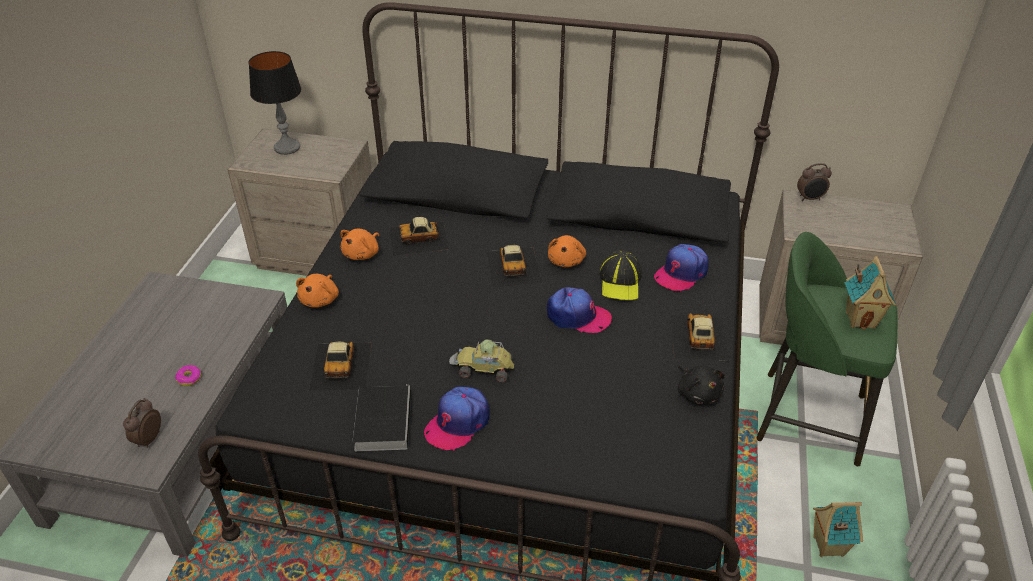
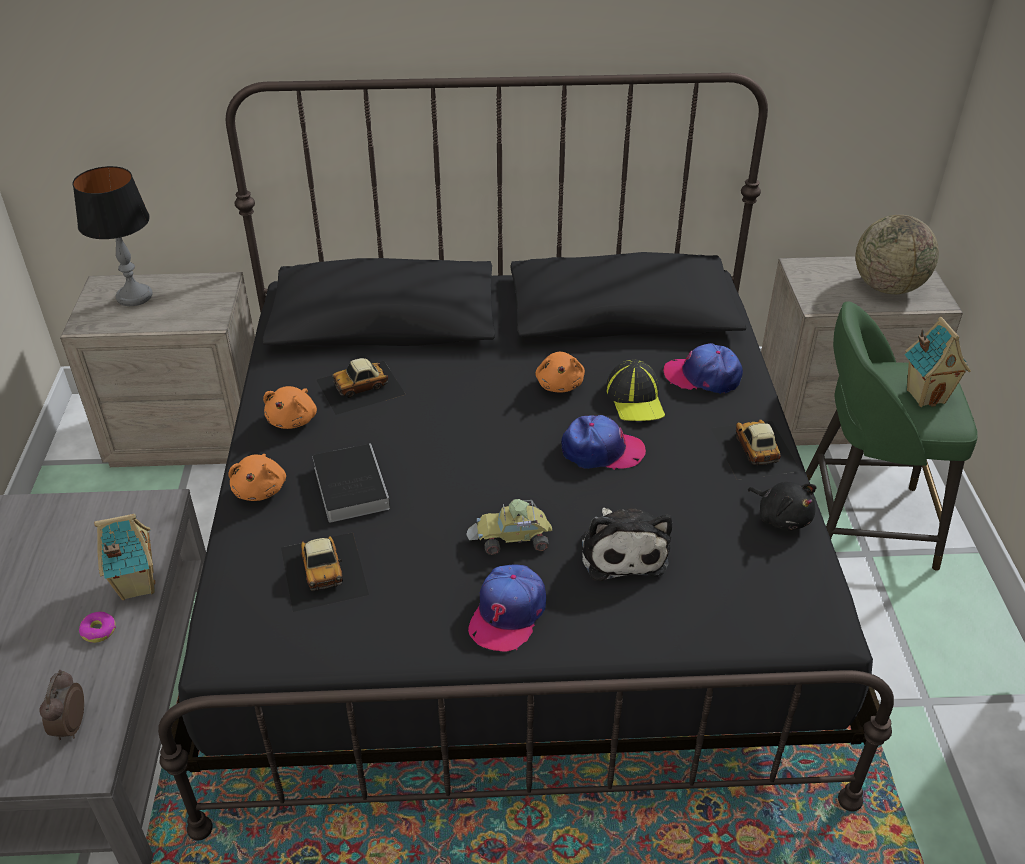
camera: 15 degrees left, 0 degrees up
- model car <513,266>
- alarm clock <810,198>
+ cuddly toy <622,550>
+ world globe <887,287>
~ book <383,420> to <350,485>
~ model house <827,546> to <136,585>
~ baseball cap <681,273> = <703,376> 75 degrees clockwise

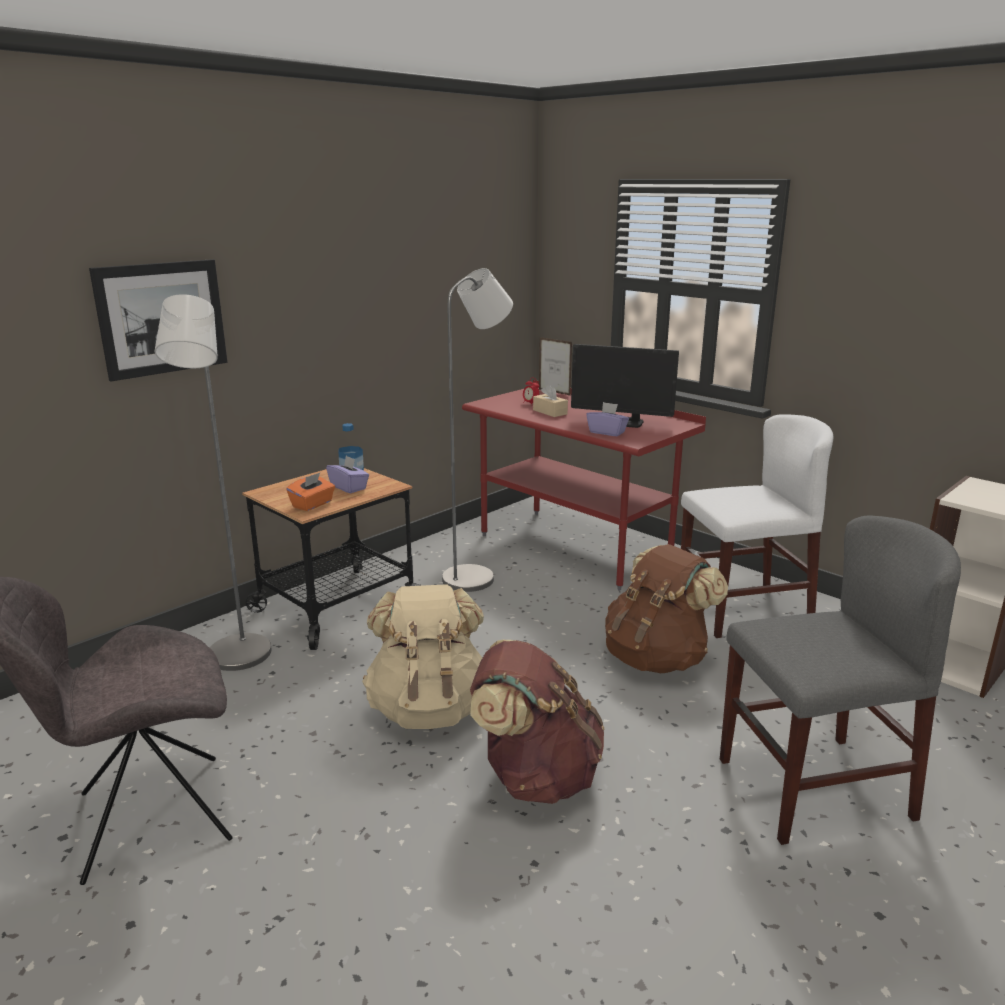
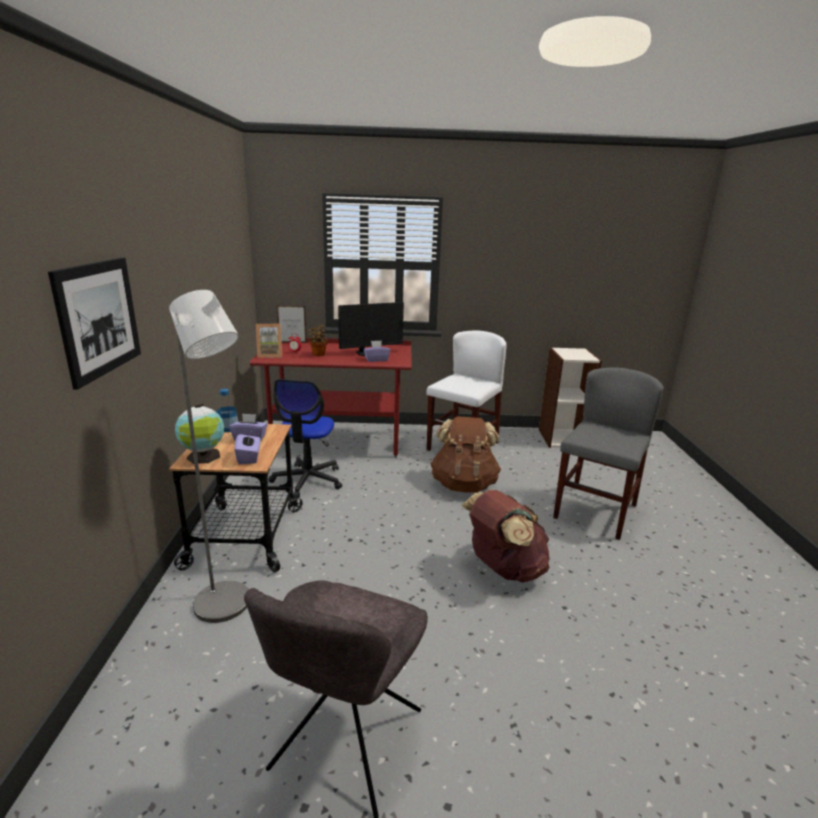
camera: 45 degrees left, 0 degrees up
- rucksack/beige <429,708>
+ world globe <204,457>
+ standing frame <270,355>
~ standard lamp/grey <476,576> to office chair <308,480>
~ tissue box/beige <550,412> to potted plant <318,355>
~ tissue box/orange <312,504> to tissue box/purple-coloured <249,457>

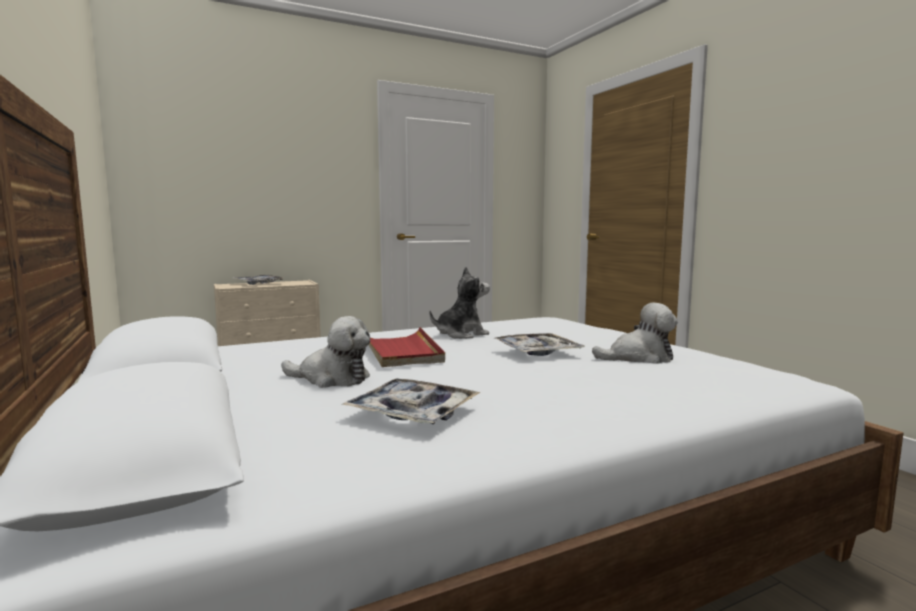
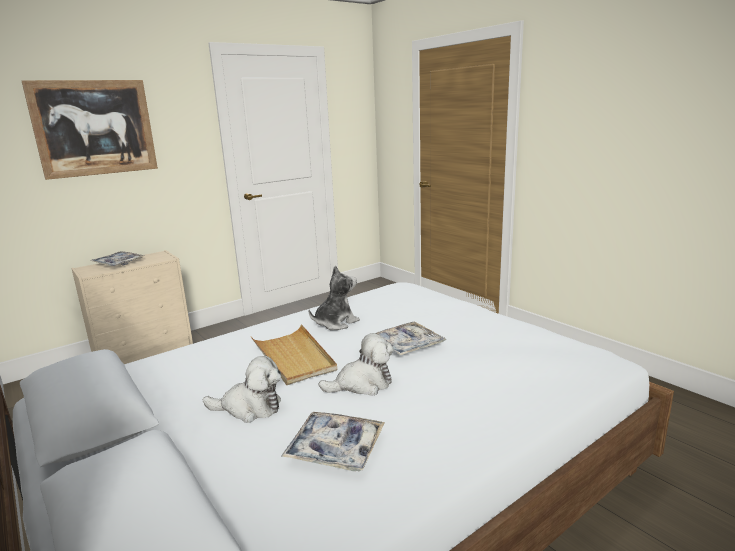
camera: 10 degrees left, 10 degrees up
+ wall picture <94,128>
~ cuddly toy <639,358> to <362,384>
~ serving tray/red-coloured <401,351> to serving tray/beige <293,357>

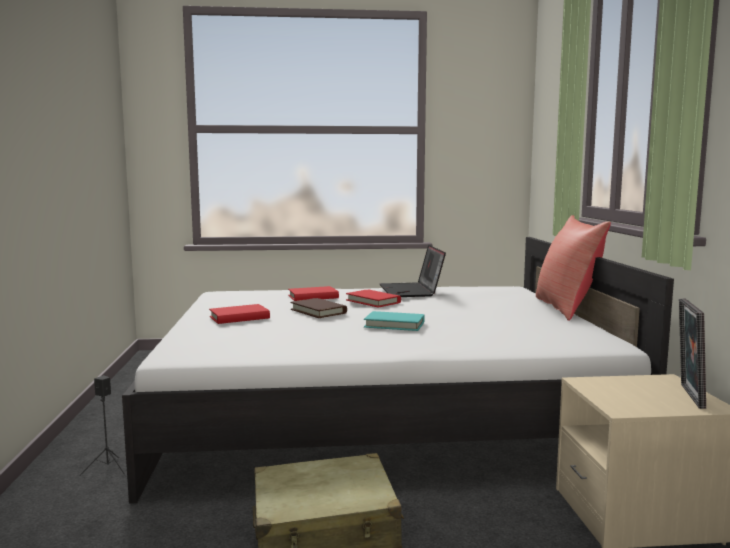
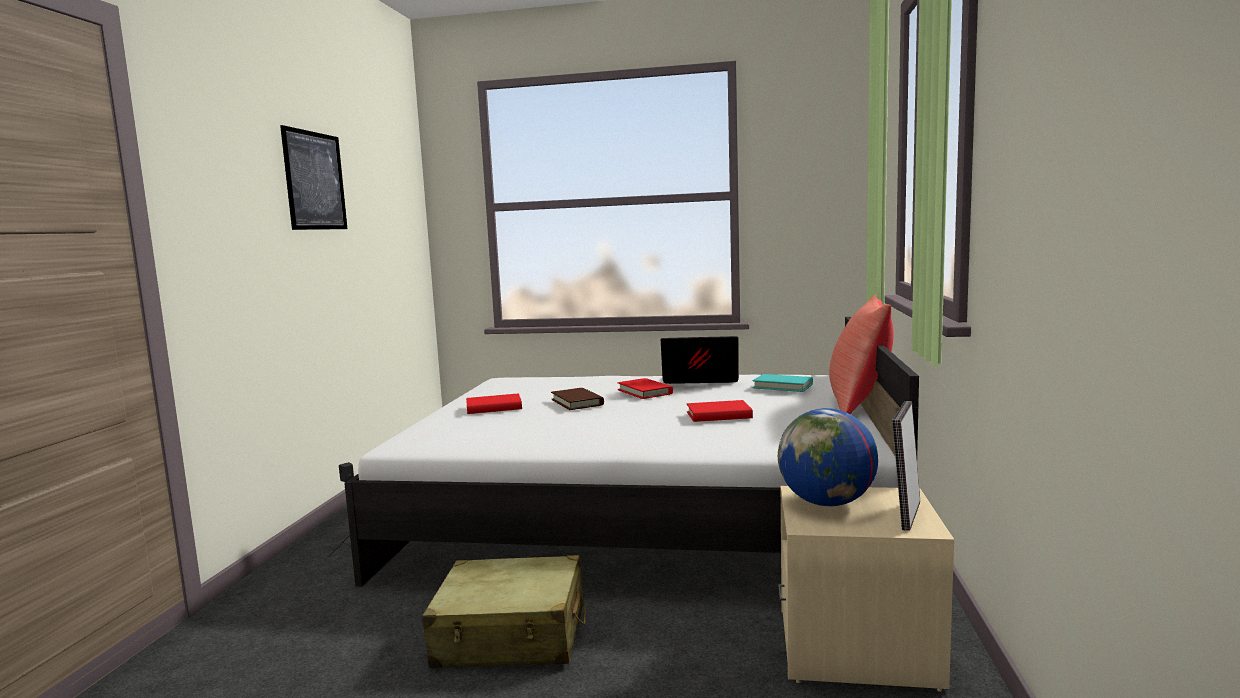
camera: 15 degrees right, 0 degrees up
+ wall picture <315,181>
+ world globe <827,503>
~ book/red-coloured <313,297> to <719,415>
~ book/turquoise <394,324> to <782,386>
~ portable computer <411,291> = <699,380> 90 degrees clockwise

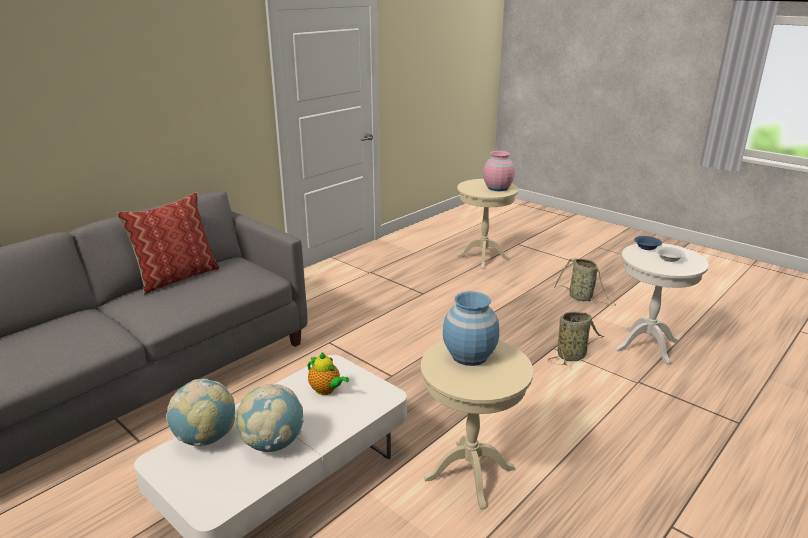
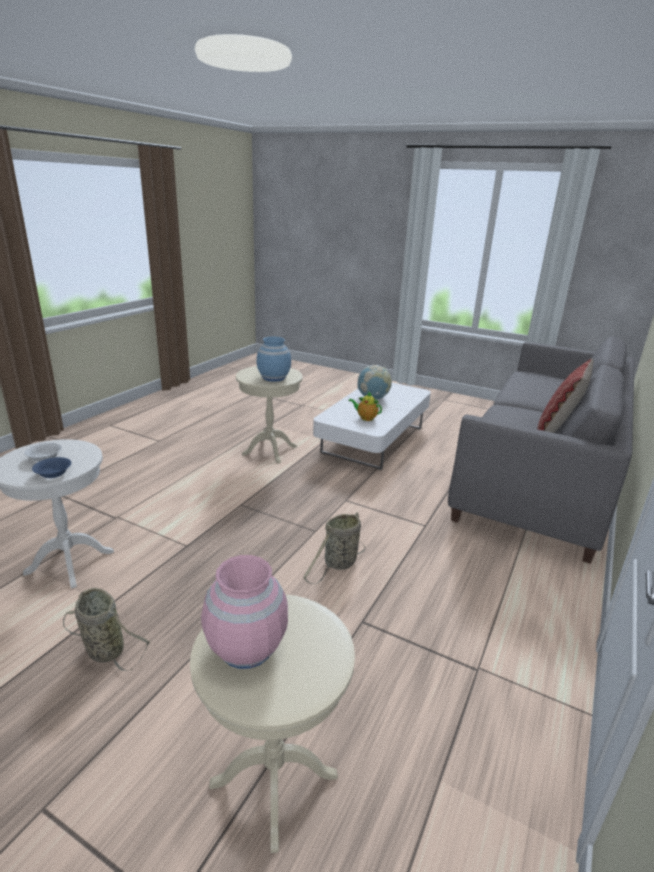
camera: 165 degrees right, 0 degrees up
- world globe <205,438>
~ storage basket <572,355> to <338,564>

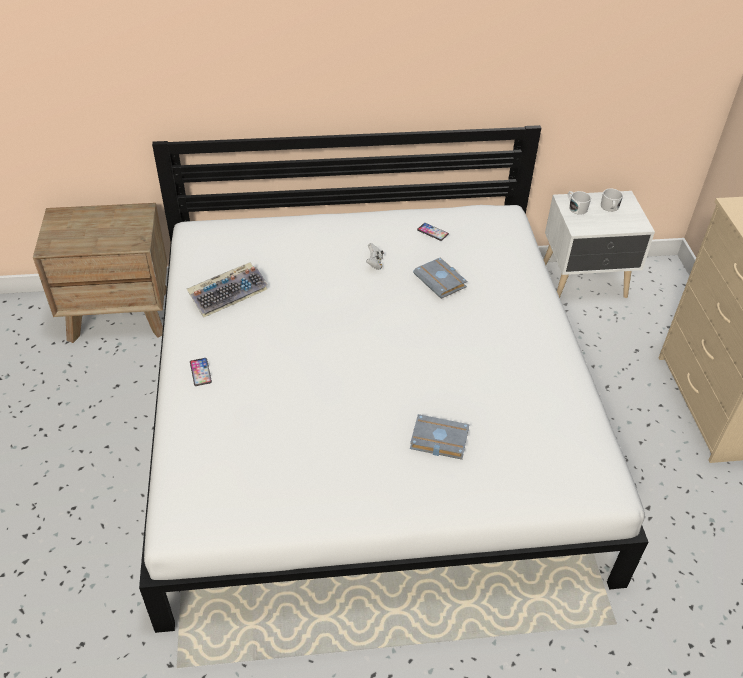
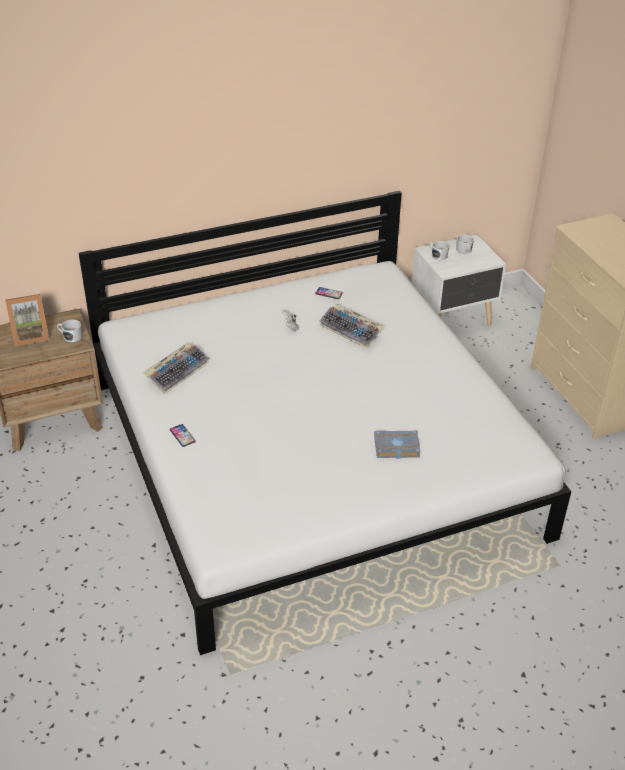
camera: 15 degrees left, 5 degrees down
+ standing frame <30,336>
+ coffee mug/white-coloured <70,336>
~ book/grey <441,281> to computer keyboard <352,330>

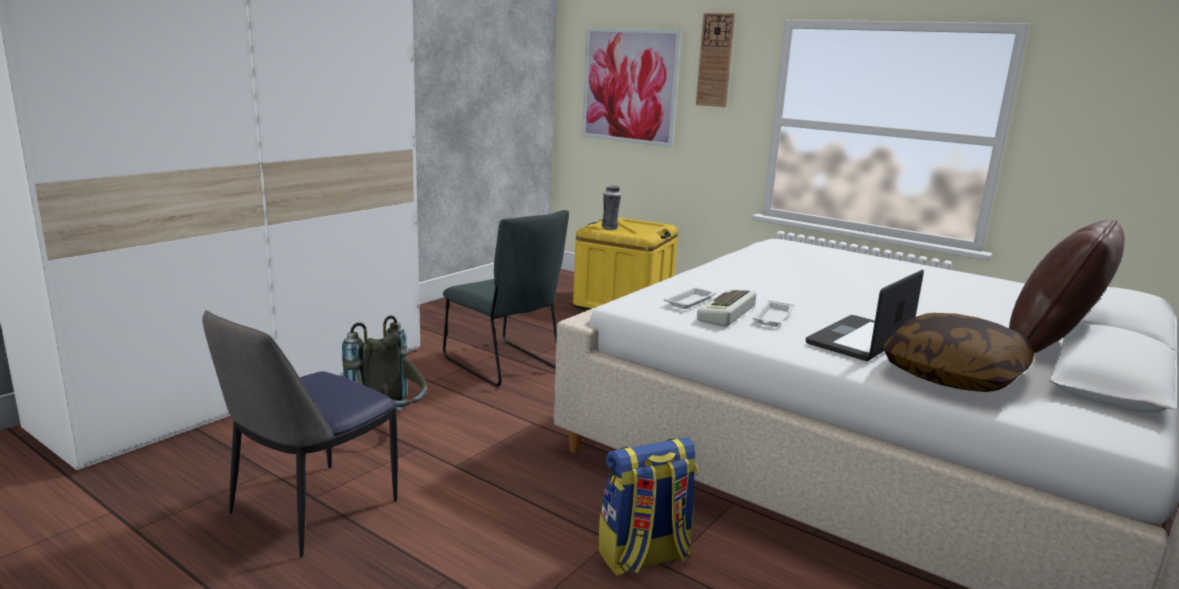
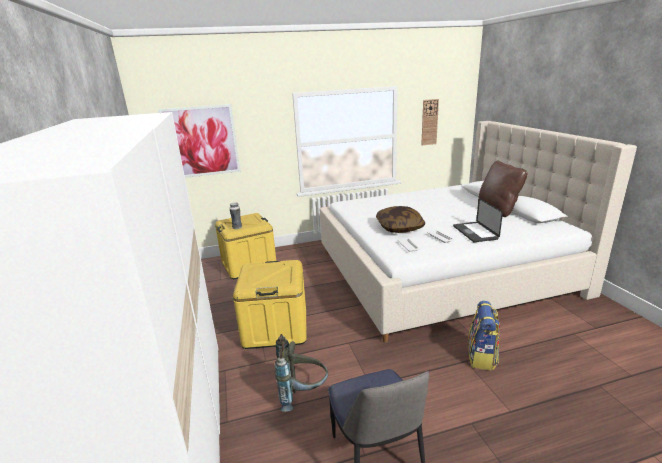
camera: 50 degrees left, 5 degrees up
- computer keyboard <728,314>
~ hanging clock <715,60> to <429,122>
~ pillow <953,375> to <399,227>
~ chair/grey <505,365> to storage bin/yellow-coloured <275,328>

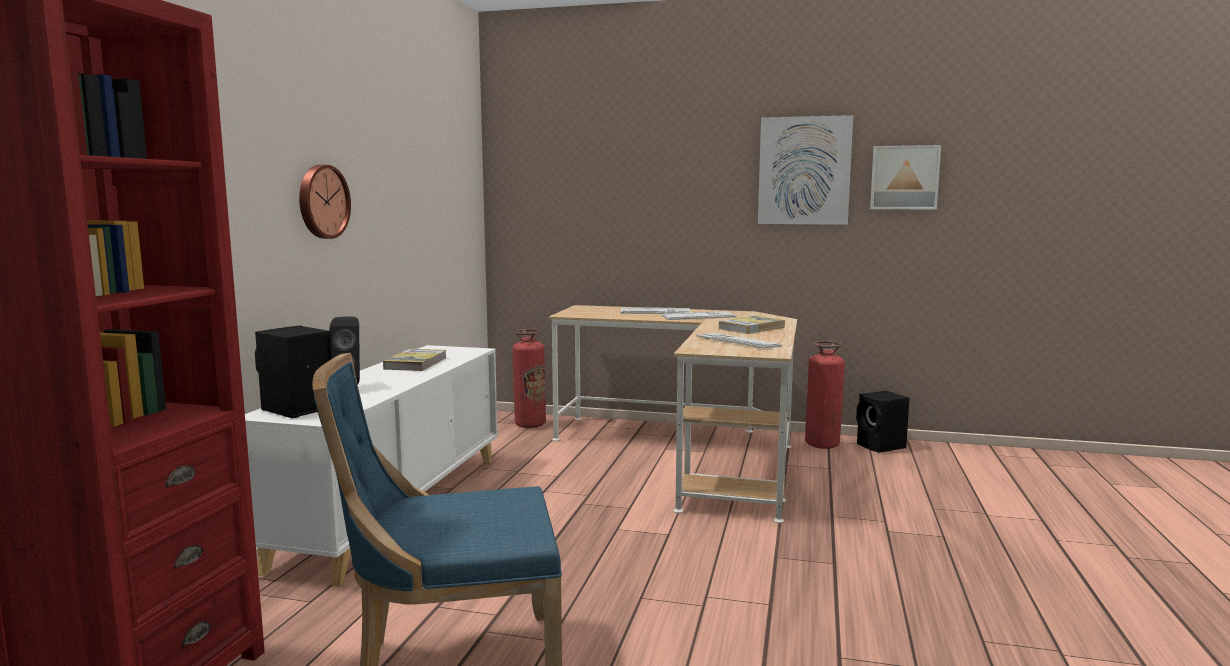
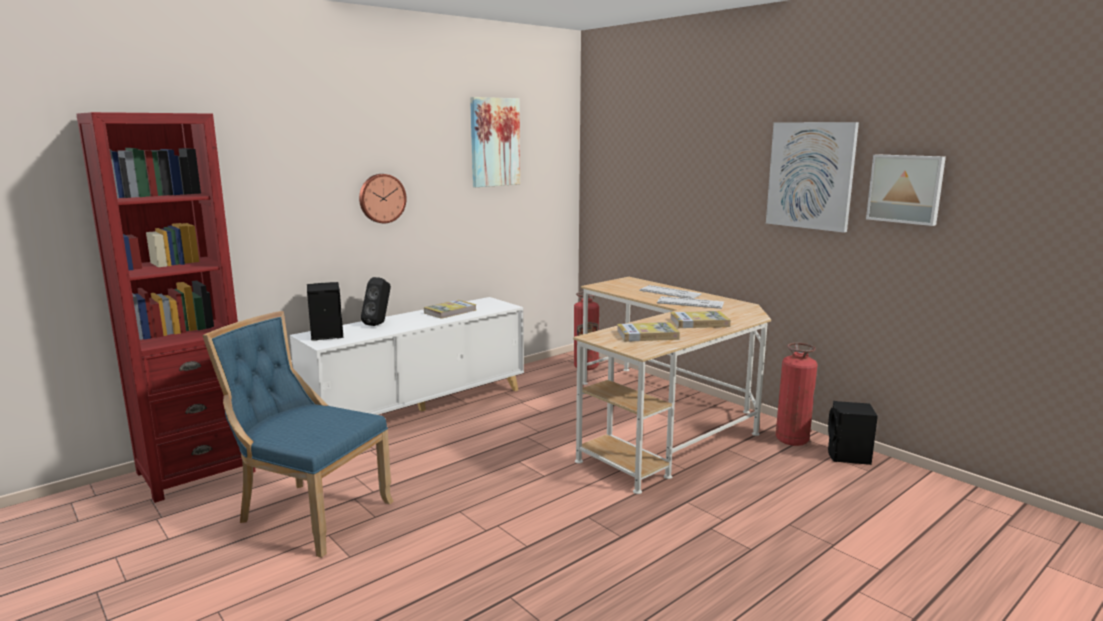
camera: 35 degrees right, 5 degrees up
+ wall picture <494,142>
~ computer keyboard <737,342> to book <647,335>

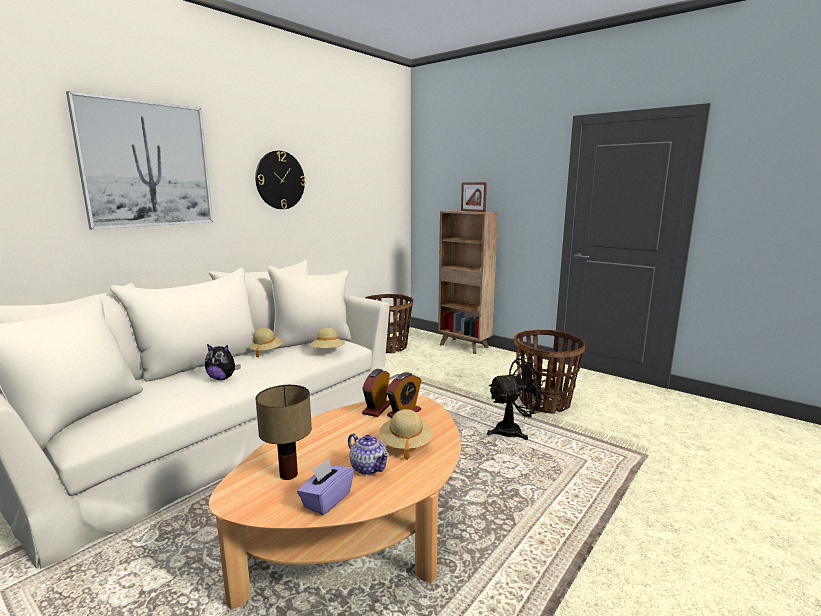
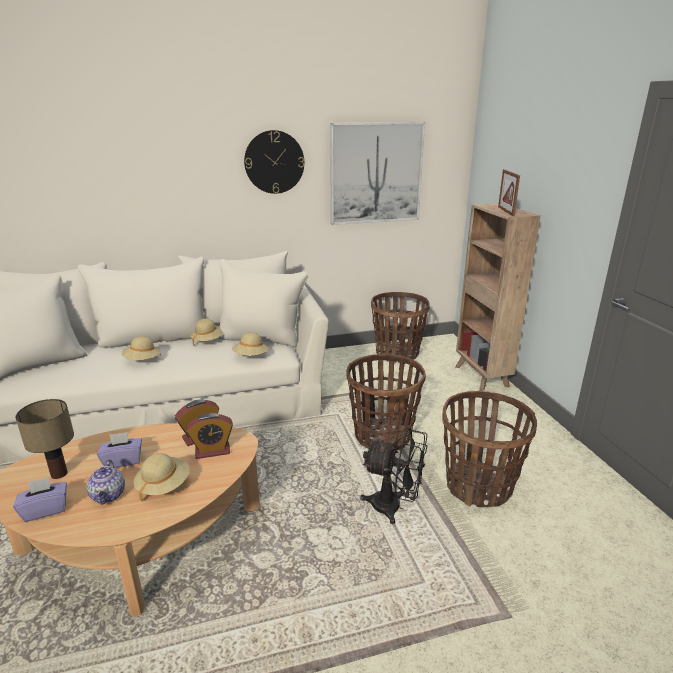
camera: 35 degrees right, 10 degrees up
+ tissue box/purple-coloured <123,460>
+ storage basket <382,436>
~ wall picture <147,165> to <376,173>
~ cuddly toy <222,378> to hat/beige <142,361>

